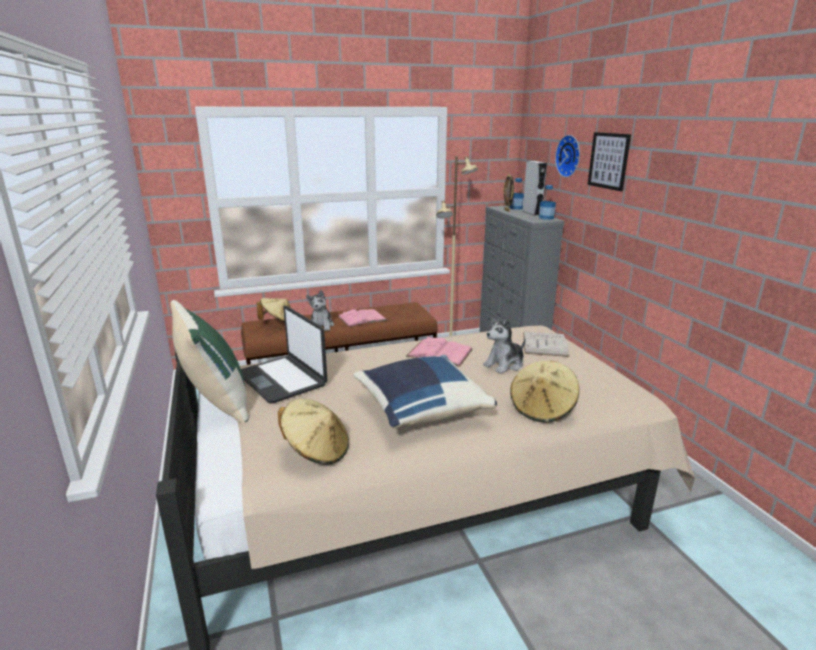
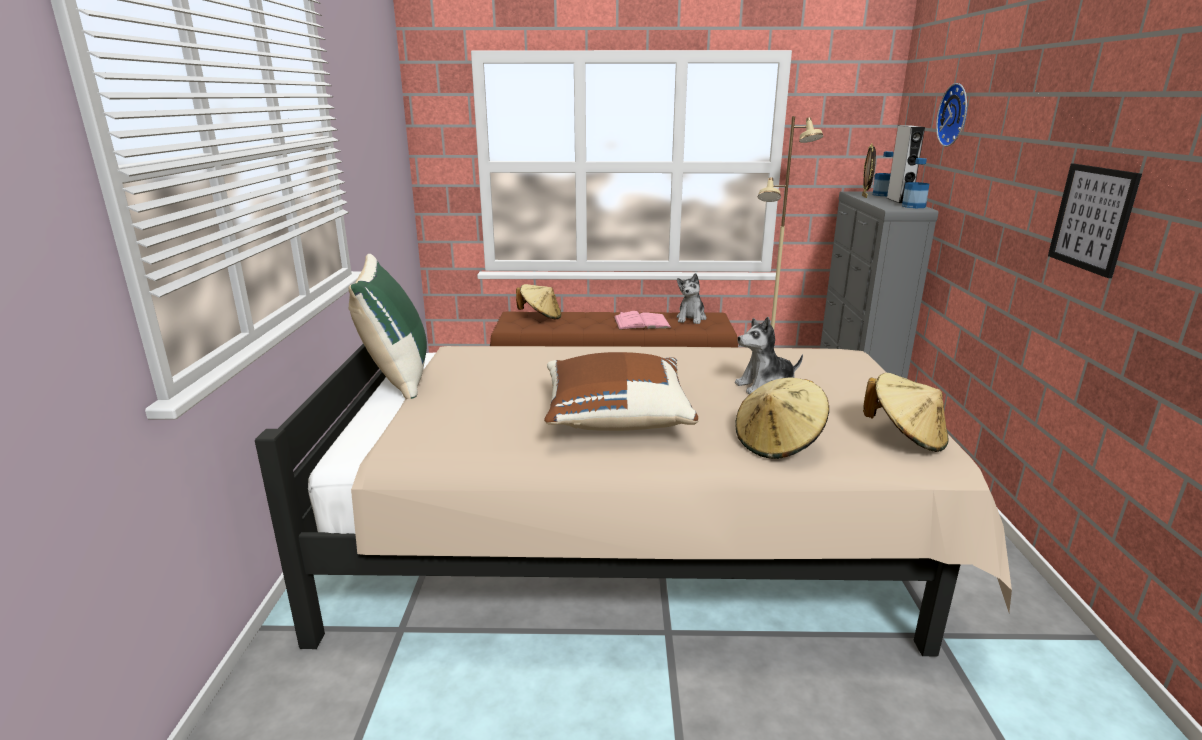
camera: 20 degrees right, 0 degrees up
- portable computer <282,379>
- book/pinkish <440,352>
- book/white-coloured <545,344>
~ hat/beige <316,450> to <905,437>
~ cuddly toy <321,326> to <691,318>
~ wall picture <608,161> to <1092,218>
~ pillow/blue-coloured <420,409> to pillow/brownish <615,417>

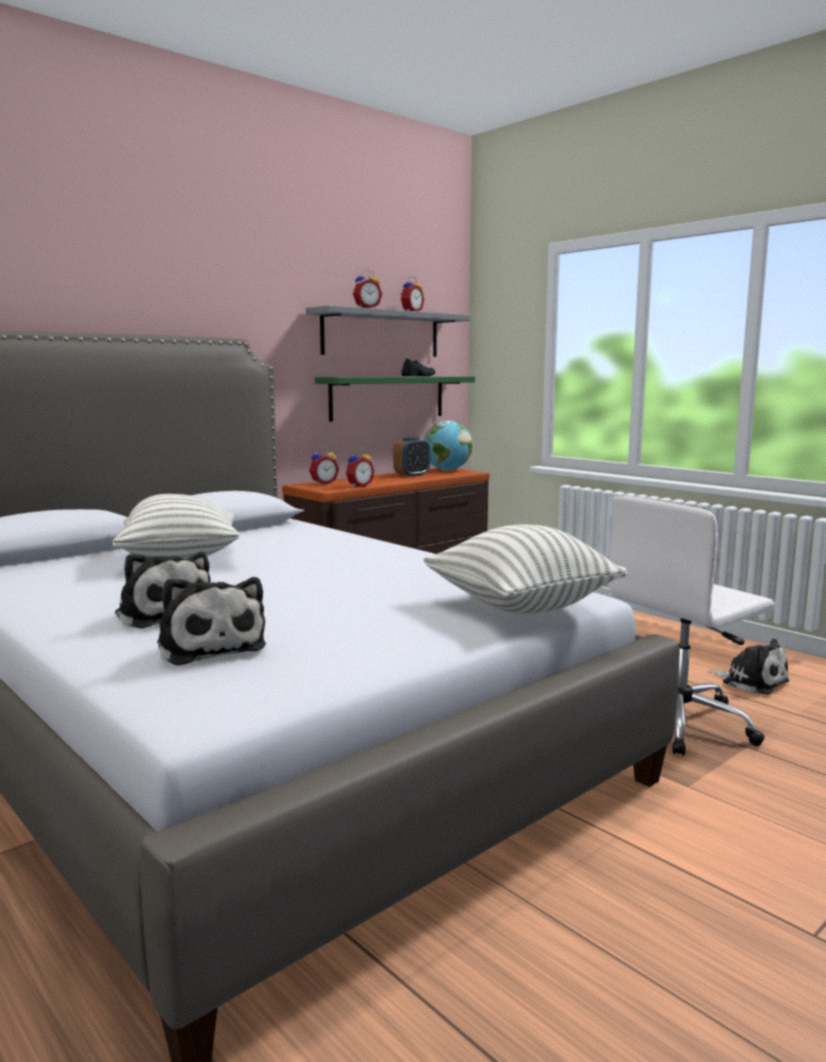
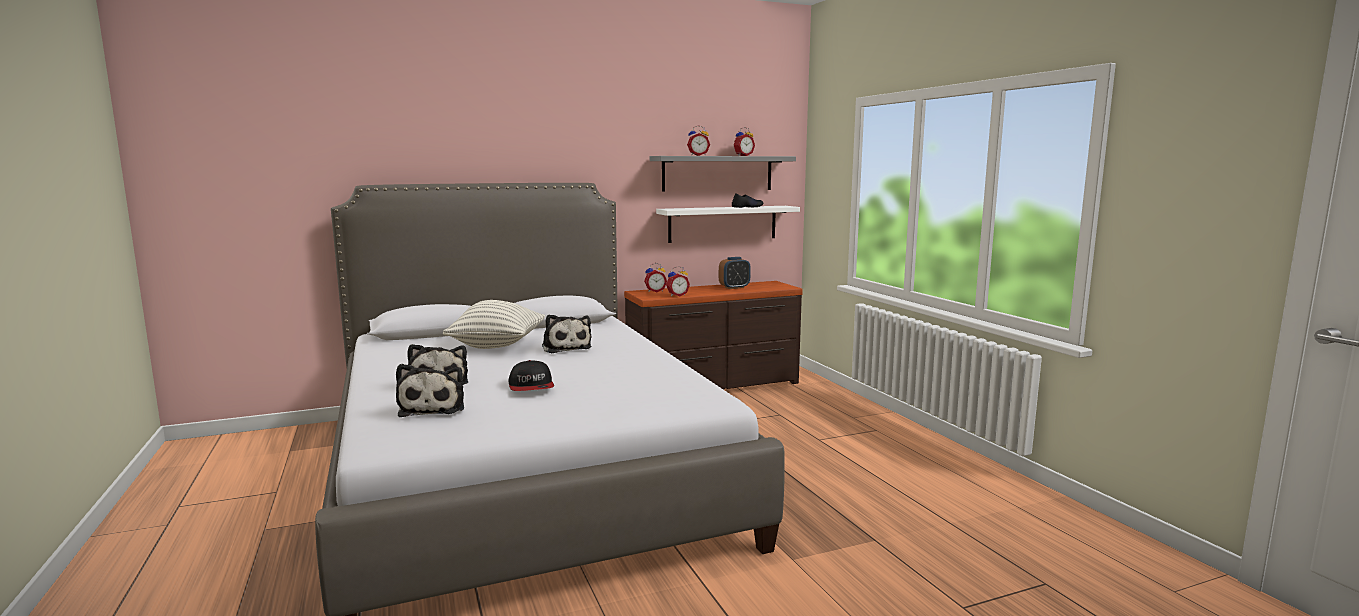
camera: 20 degrees right, 0 degrees up
- world globe <447,470>
- pillow <521,606>
- office chair/white-coloured <680,721>
+ baseball cap <531,387>
~ cuddly toy <751,681> to <566,347>
~ bracket shelf/green <388,397> to bracket shelf/white-coloured <723,223>

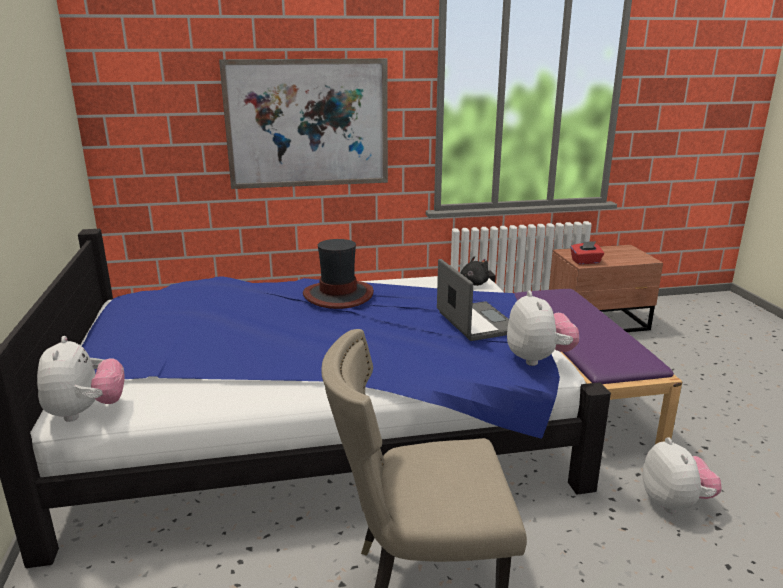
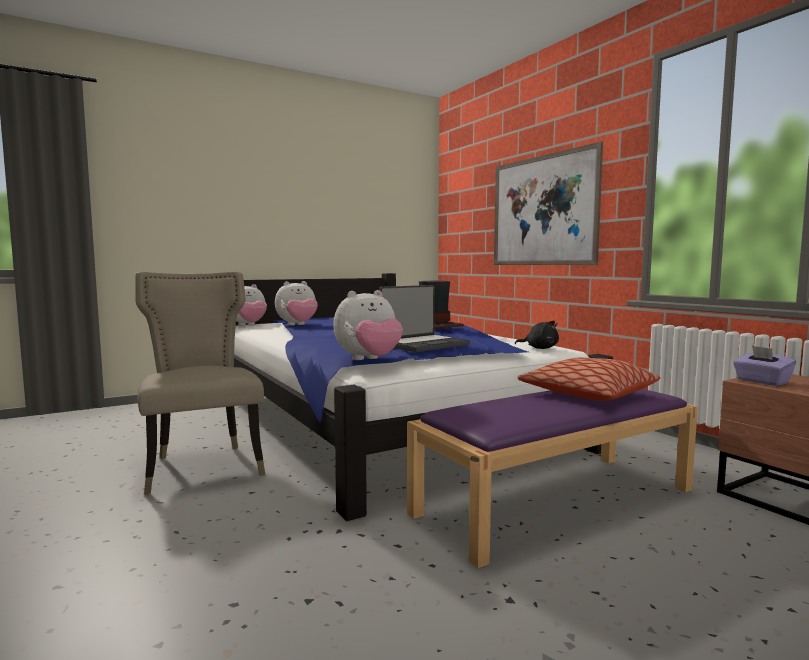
camera: 70 degrees right, 15 degrees down
+ pillow <587,394>
~ cuddly toy <675,503> to <297,325>
~ tissue box/red-coloured <586,262> to tissue box/purple-coloured <761,381>

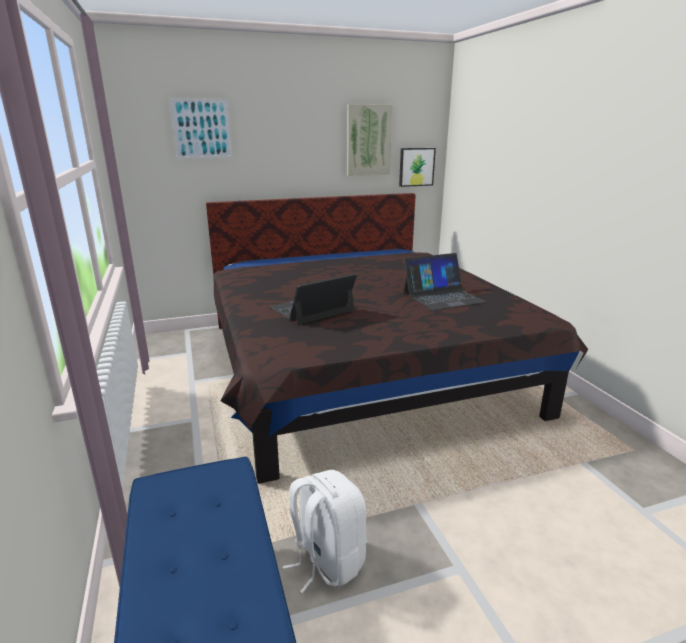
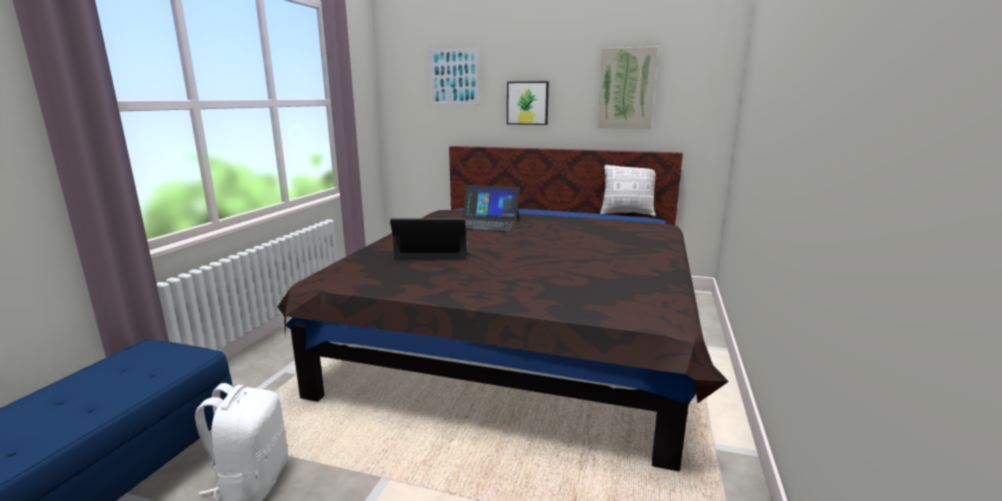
camera: 35 degrees right, 5 degrees down
+ pillow <627,214>
~ wall picture <416,167> to <527,103>
~ portable computer <442,297> to <486,223>

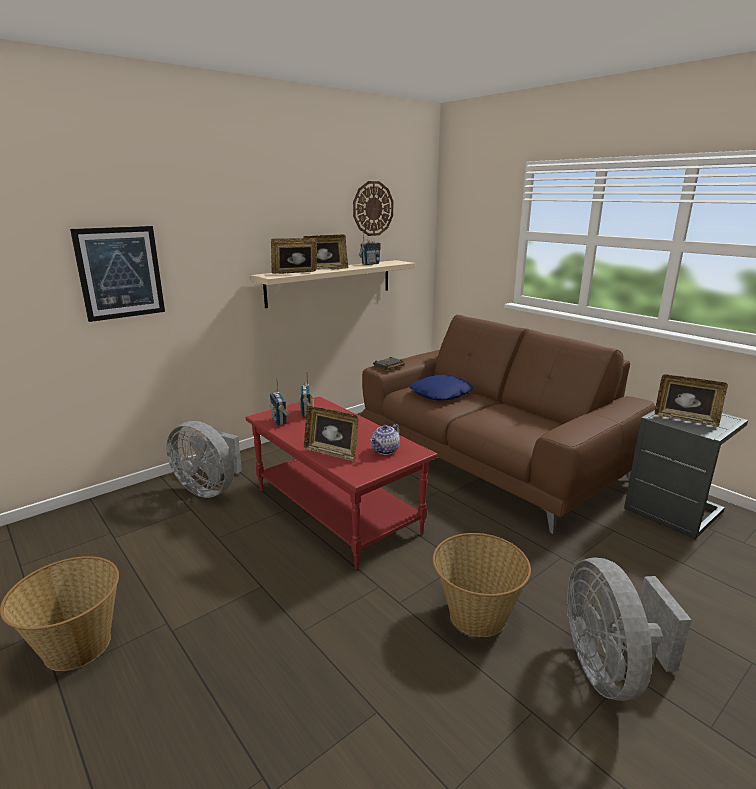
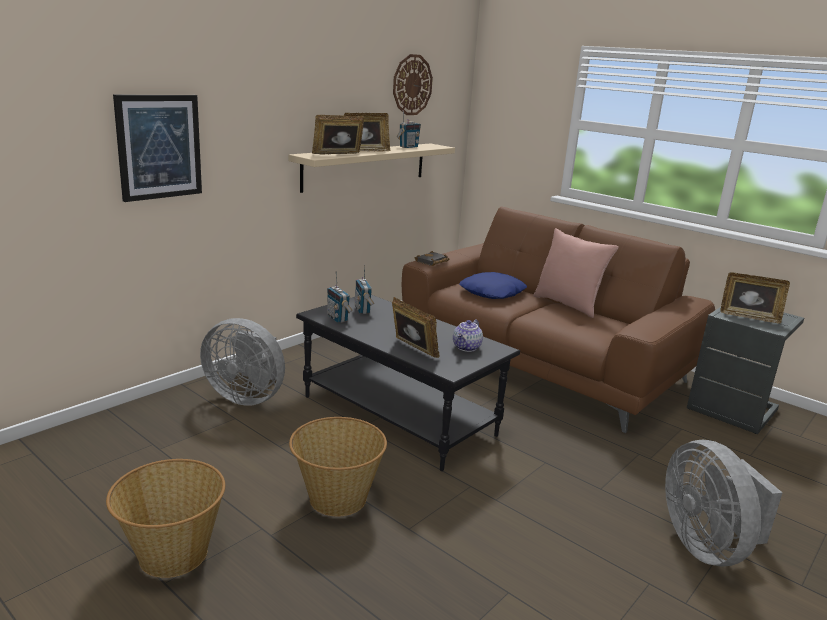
camera: 10 degrees left, 0 degrees up
+ pillow/pinkish <568,305>
~ storage basket <476,615> to <336,498>
~ lounge table/red-coloured <338,510> to lounge table/black <400,415>
~ standing frame <332,453> = <412,350> 150 degrees counterclockwise

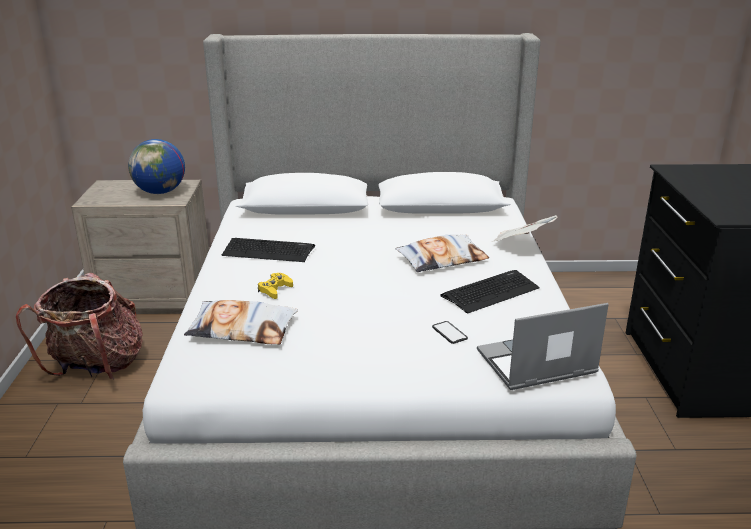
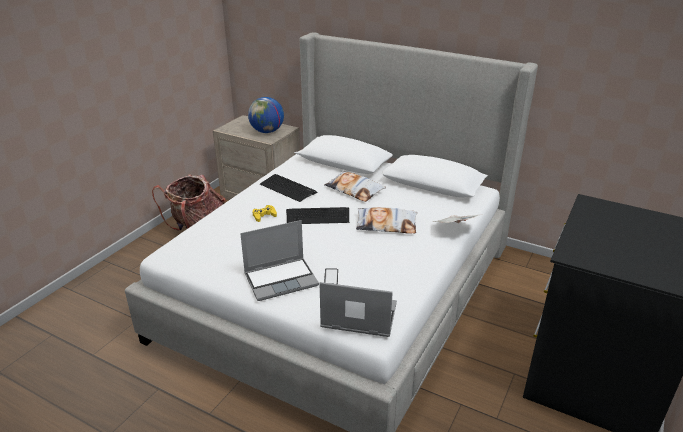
camera: 30 degrees right, 5 degrees up
+ portable computer <281,279>
~ pillow <242,329> to <354,190>
~ computer keyboard <490,292> to <318,216>

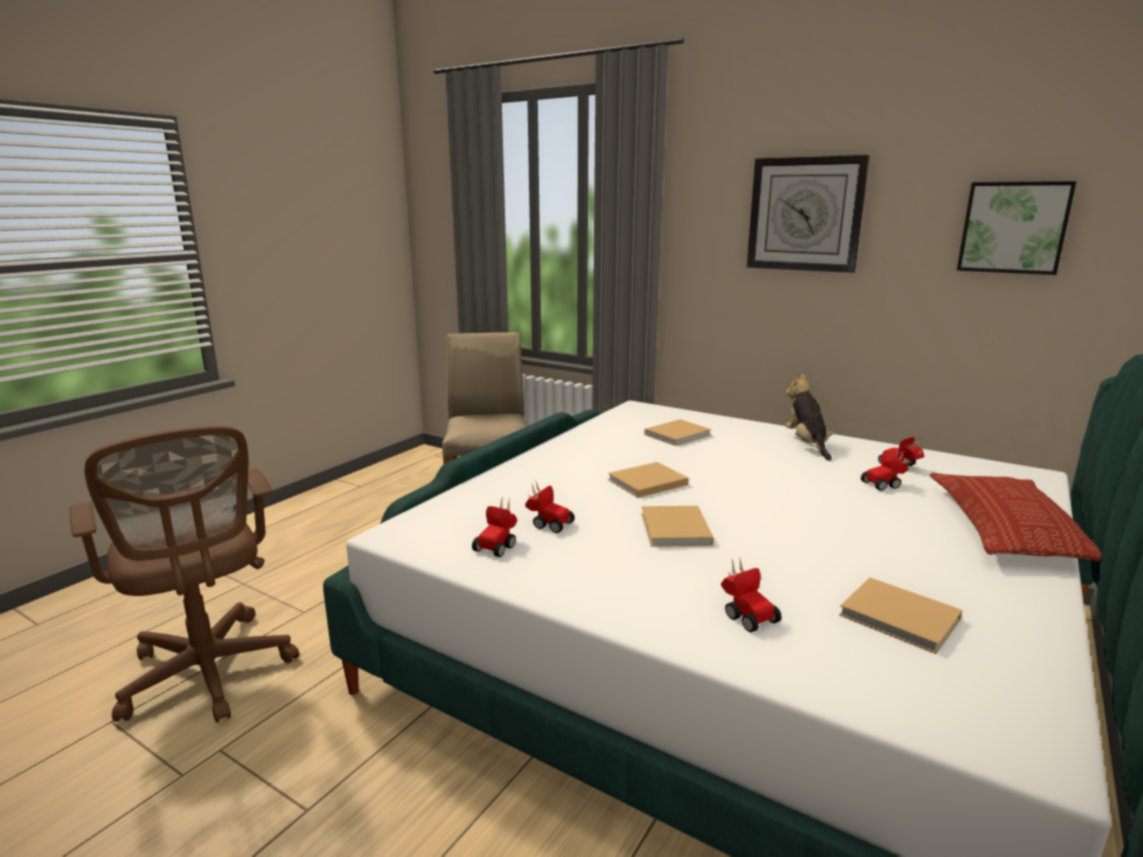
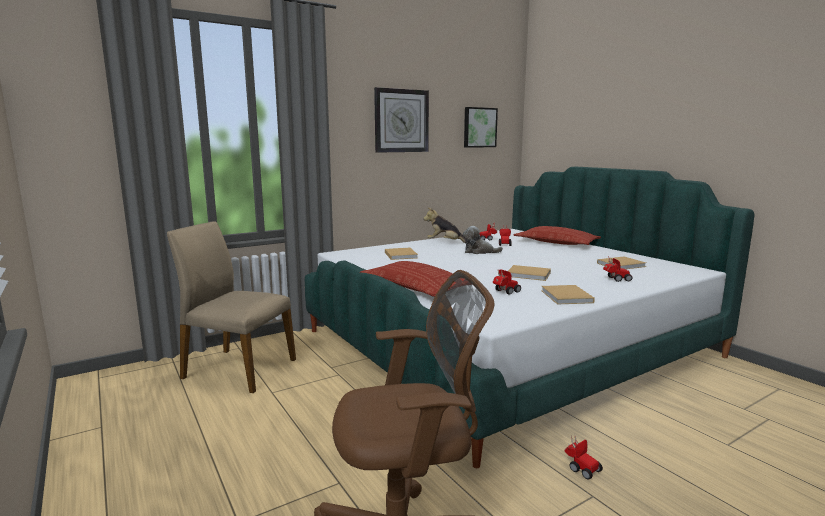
camera: 65 degrees left, 5 degrees down
+ pillow <416,286>
+ cuddly toy <479,252>
~ model car <498,545> to <581,468>
~ book/beige <645,482> to <567,297>

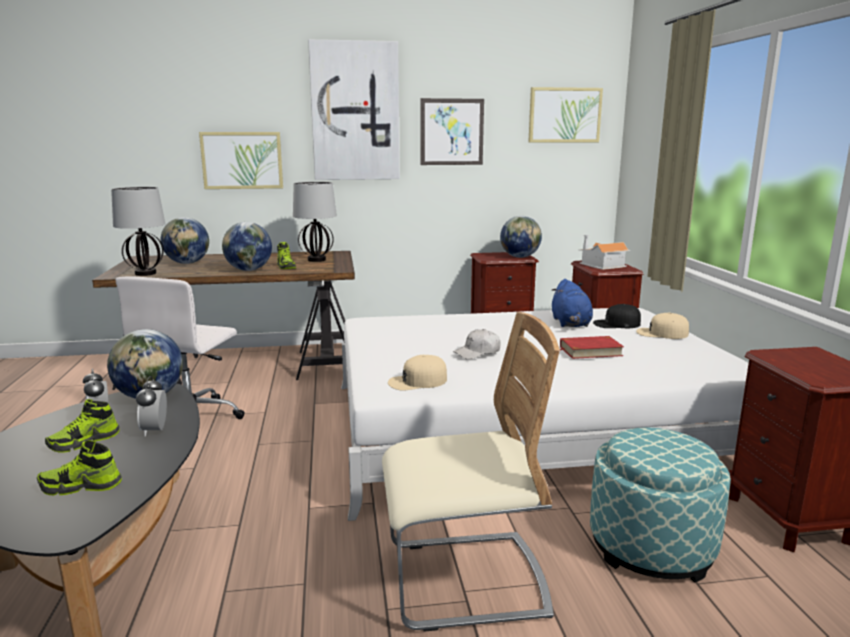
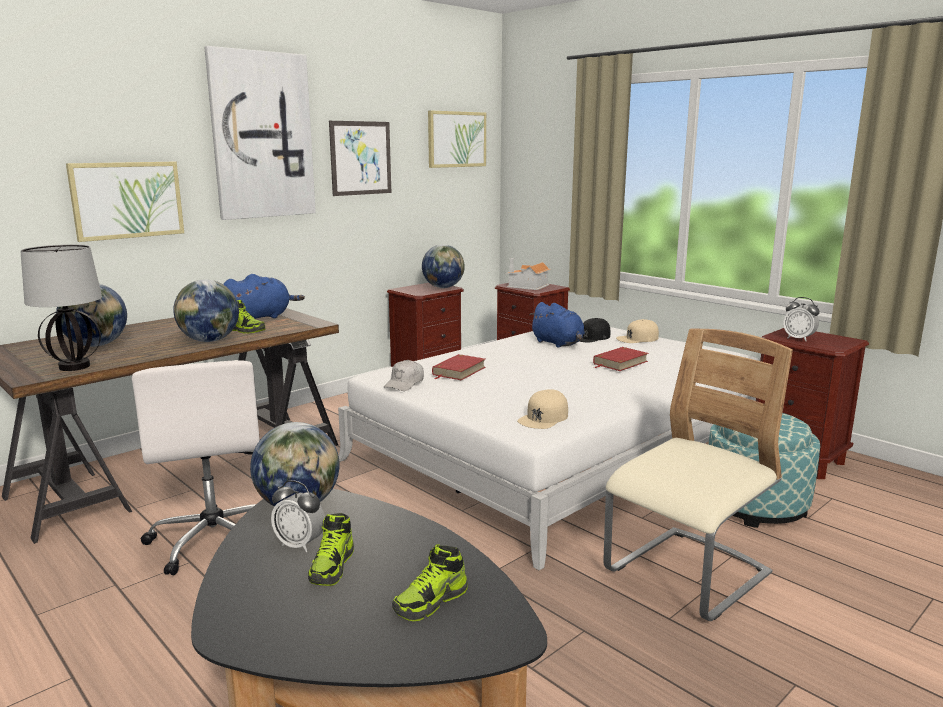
camera: 35 degrees left, 0 degrees up
+ book/red-coloured <458,371>
~ alarm clock <155,430> to <798,339>
~ baseball cap/white-coloured <477,352> to <405,384>
~ lamp for a table <317,260> to cuddly toy/blue-coloured <260,317>

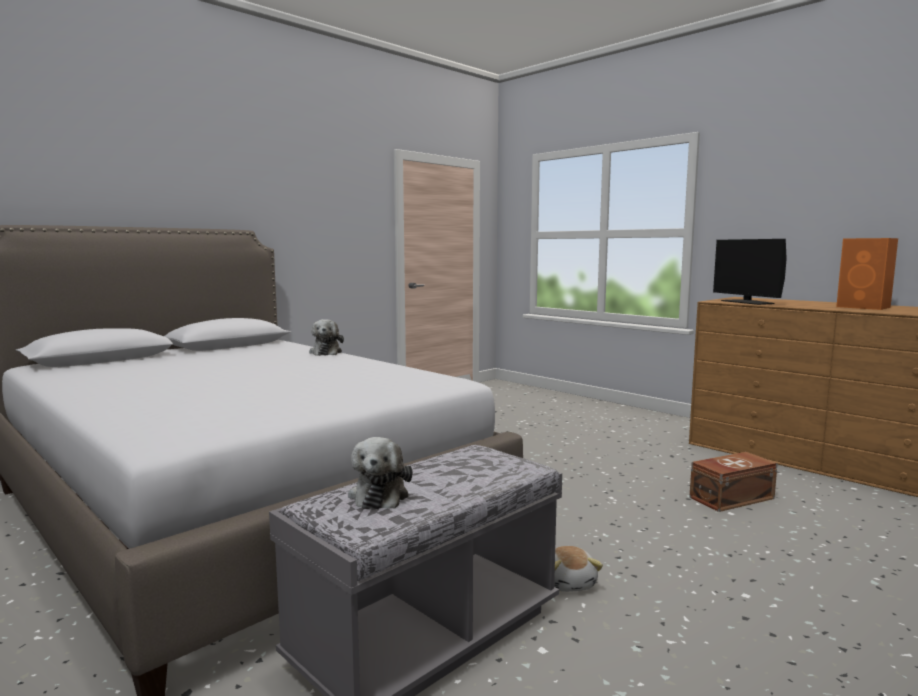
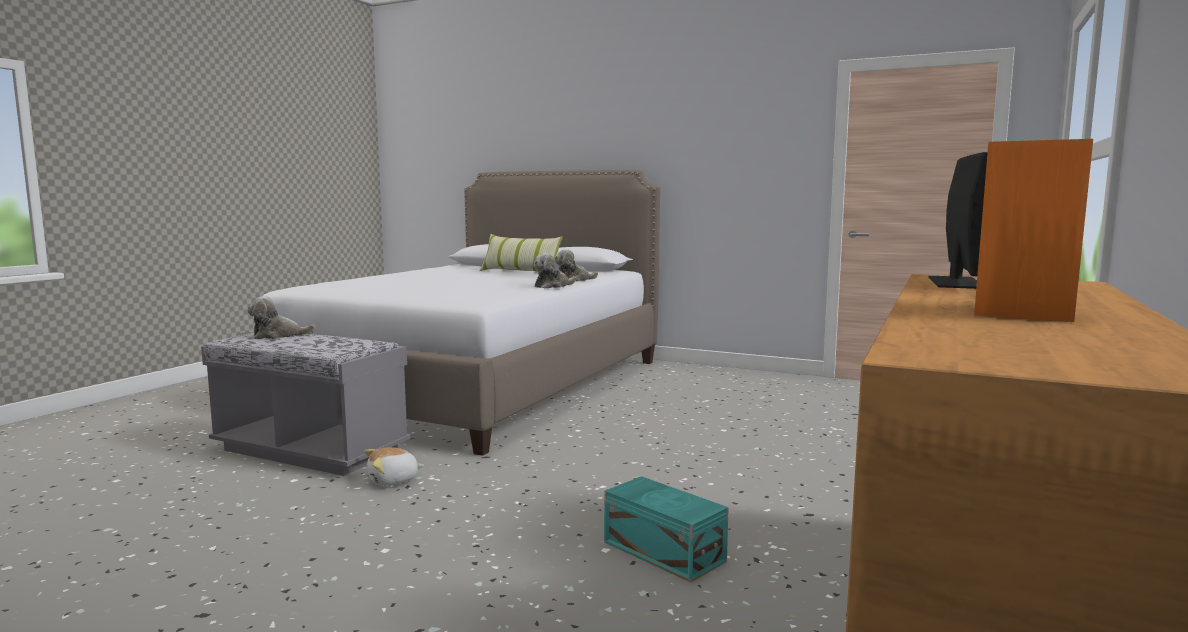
camera: 70 degrees right, 0 degrees up
+ pillow <520,272>
+ cuddly toy <552,286>
~ storage bin/brownish <730,498> to storage bin/turquoise <663,550>
~ computer screen <747,302> = <955,282> 150 degrees clockwise

